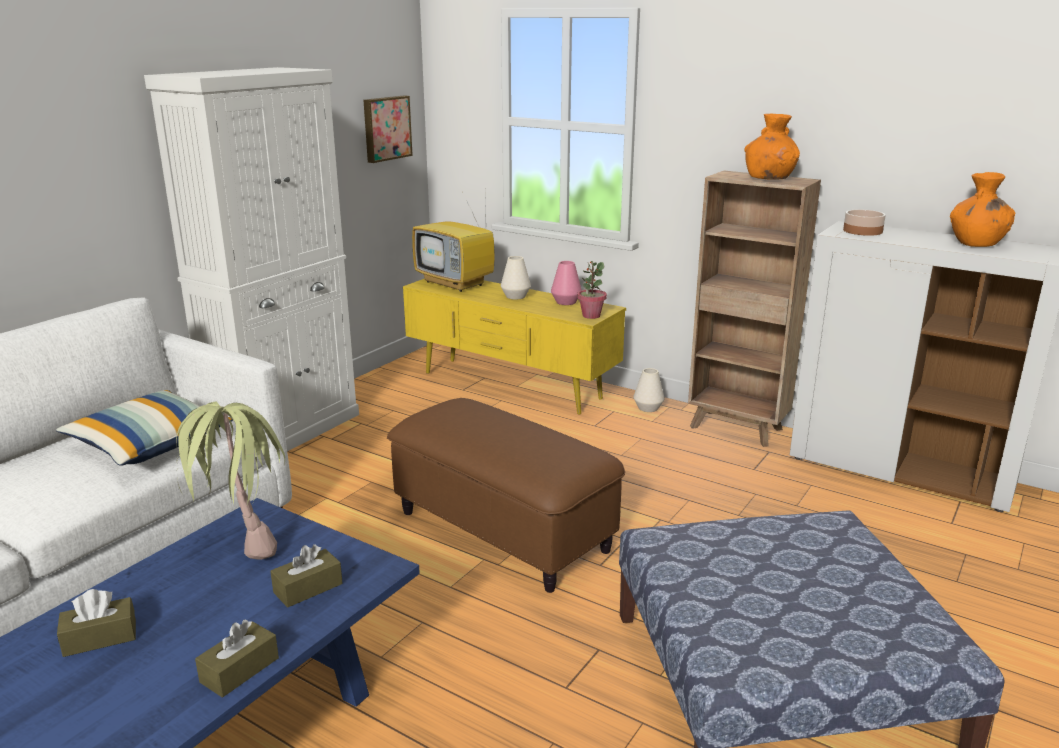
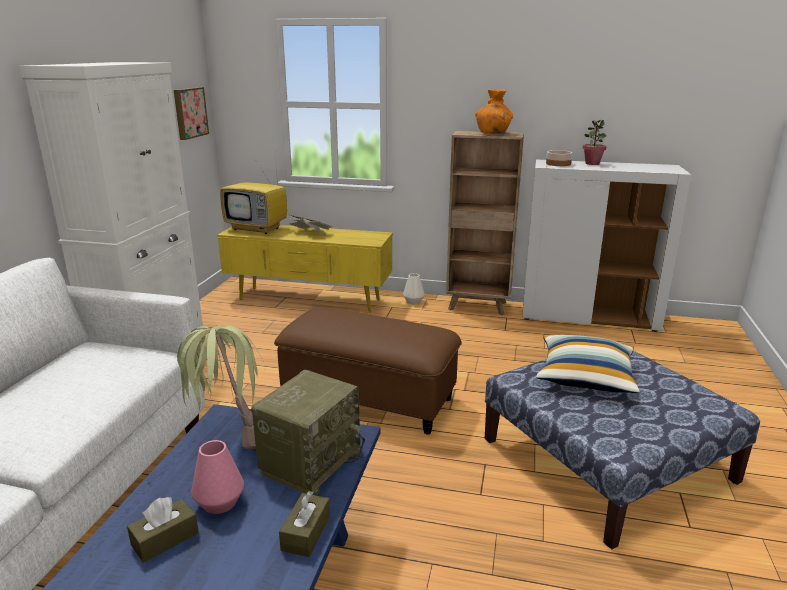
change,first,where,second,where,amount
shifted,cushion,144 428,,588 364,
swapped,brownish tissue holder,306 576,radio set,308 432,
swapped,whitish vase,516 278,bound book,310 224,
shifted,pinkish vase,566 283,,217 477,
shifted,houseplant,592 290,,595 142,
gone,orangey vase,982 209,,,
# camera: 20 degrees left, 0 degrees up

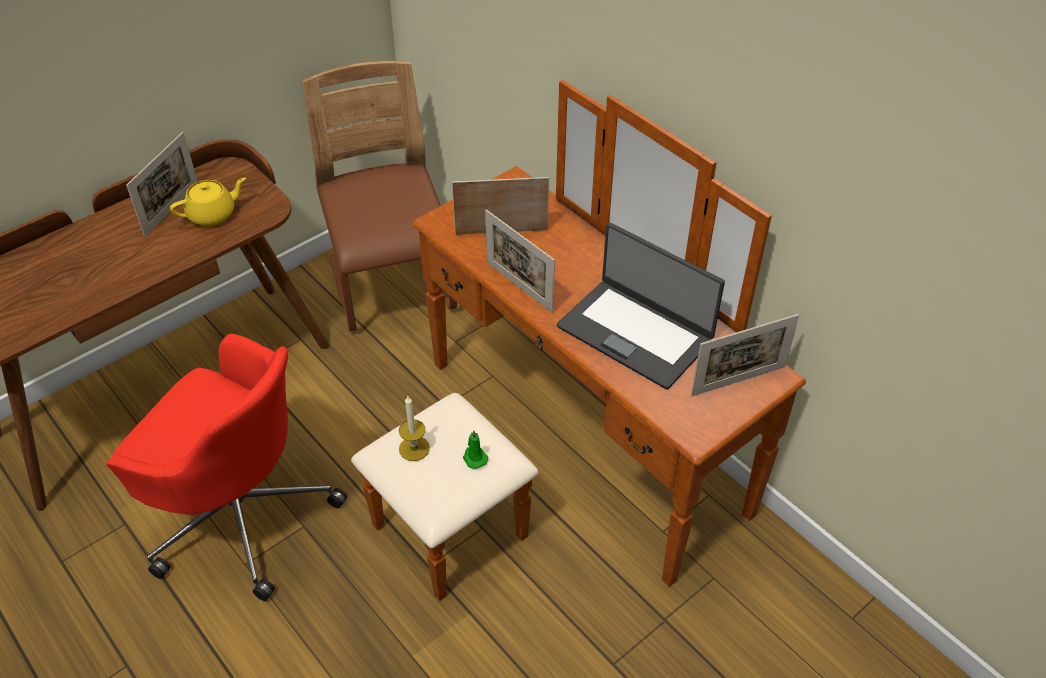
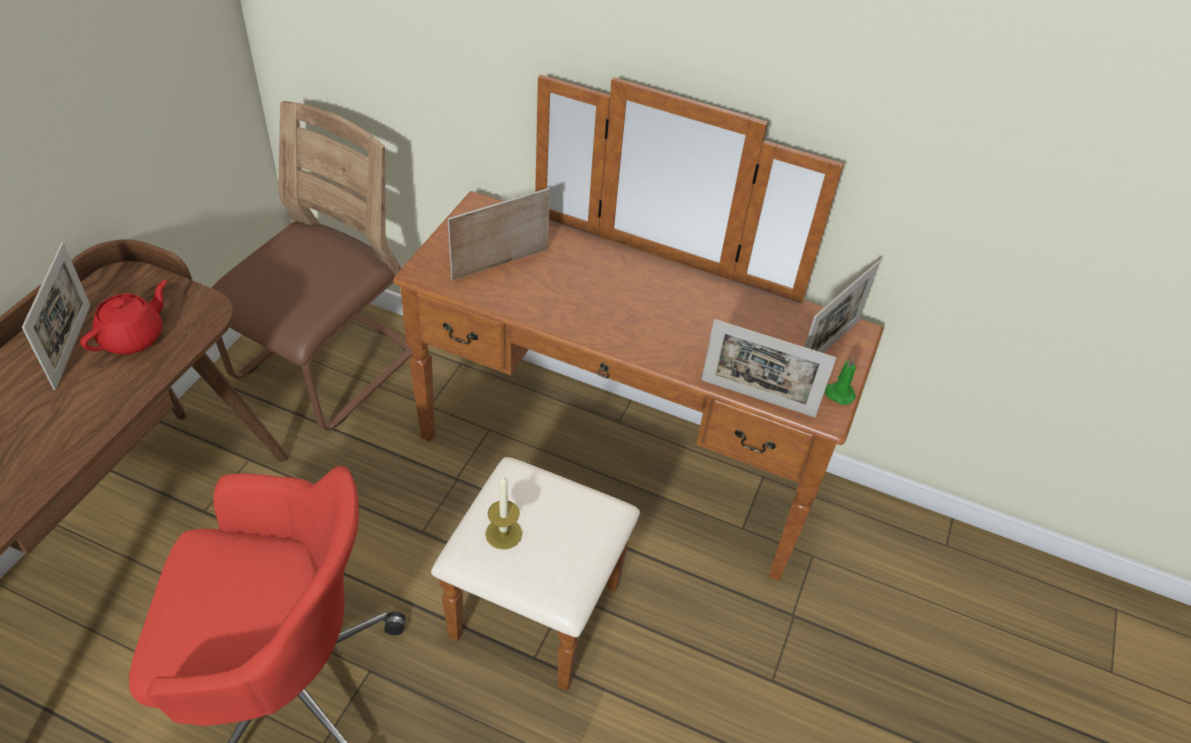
change,first,where,second,where,amount
repainted,yellow tea pot,208 202,reddish tea pot,123 317,
rotated,brownish plain chair,379 196,,312 266,75 degrees clockwise
shifted,green candle,475 449,,840 381,
shifted,picture frame,520 261,,769 368,
gone,notebook computer,641 306,,,
# camera: 30 degrees left, 0 degrees up

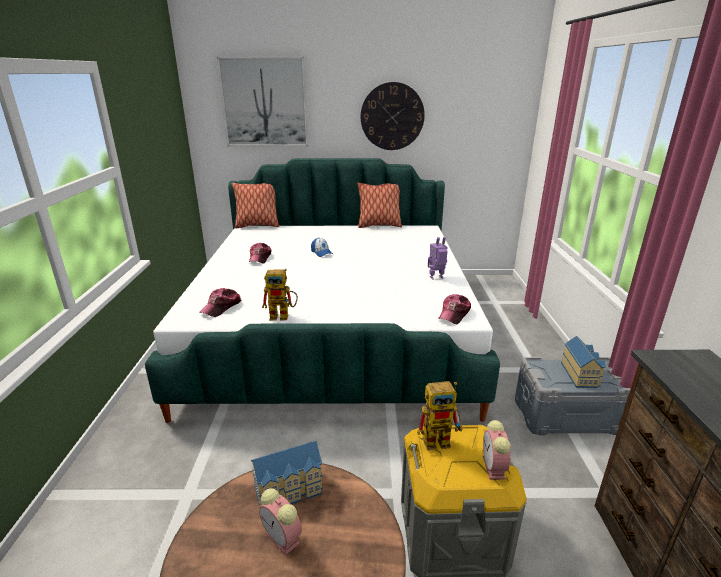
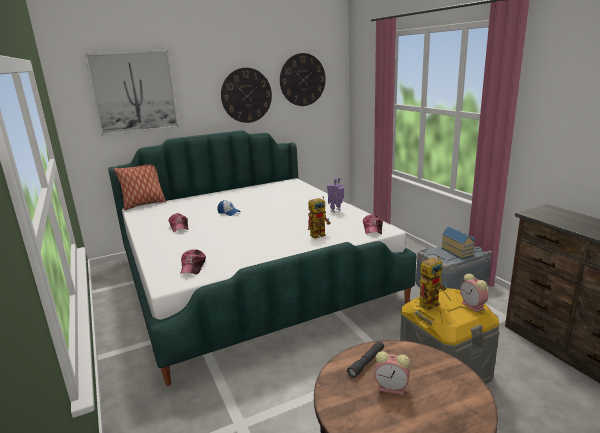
change,first,where,second,where,amount
swapped,model house,287 473,gray hand torch,365 359,
shifted,toy robot,280 295,,319 217,
gone,cushion,379 205,,,
new,,,clock on the wall,303 79,
# camera: 25 degrees left, 5 degrees down

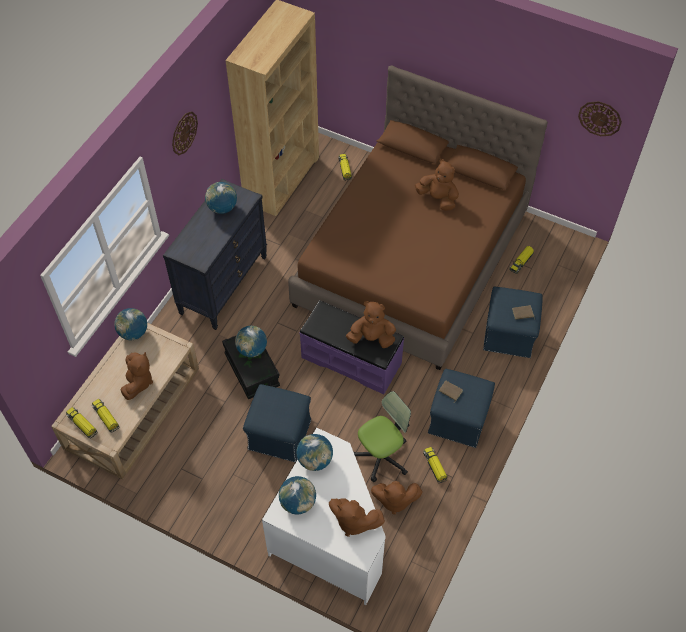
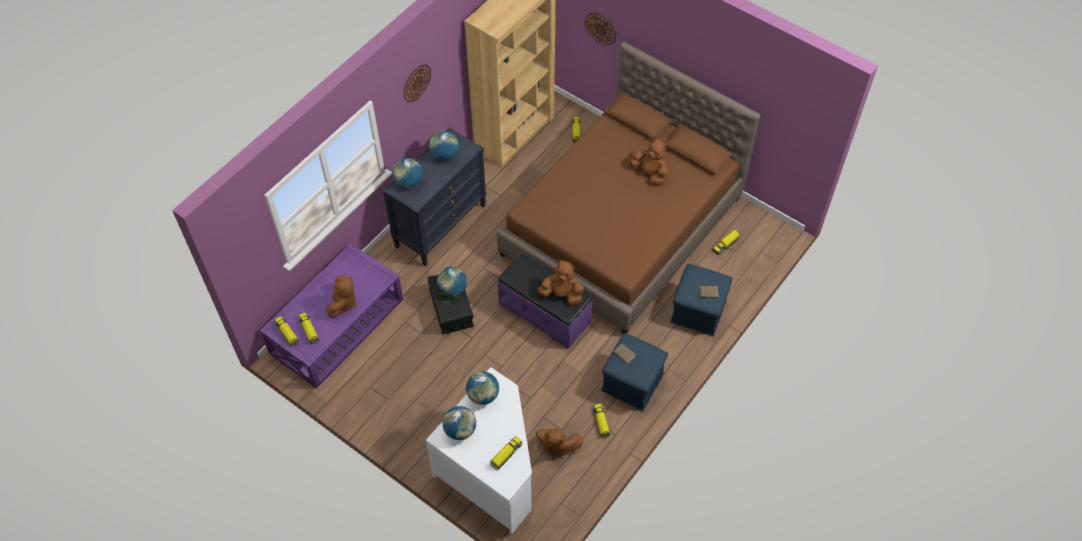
change,first,where,second,where,amount
repainted,beige-coloured coffee table,125 401,purplish coffee table,331 315,
shifted,globe,130 324,,407 173,
gone,bluish pouffe,277 423,,,
swapped,brownish cuddly toy,357 517,toy lorry,506 453,
gone,office chair,382 436,,,
shifted,clock on the wall,600 118,,600 29,
# camera: 10 degrees right, 0 degrees up

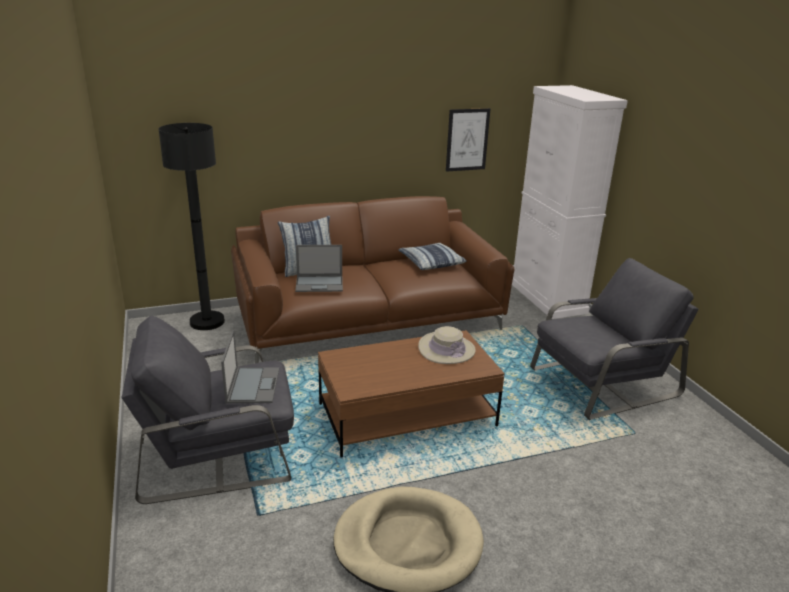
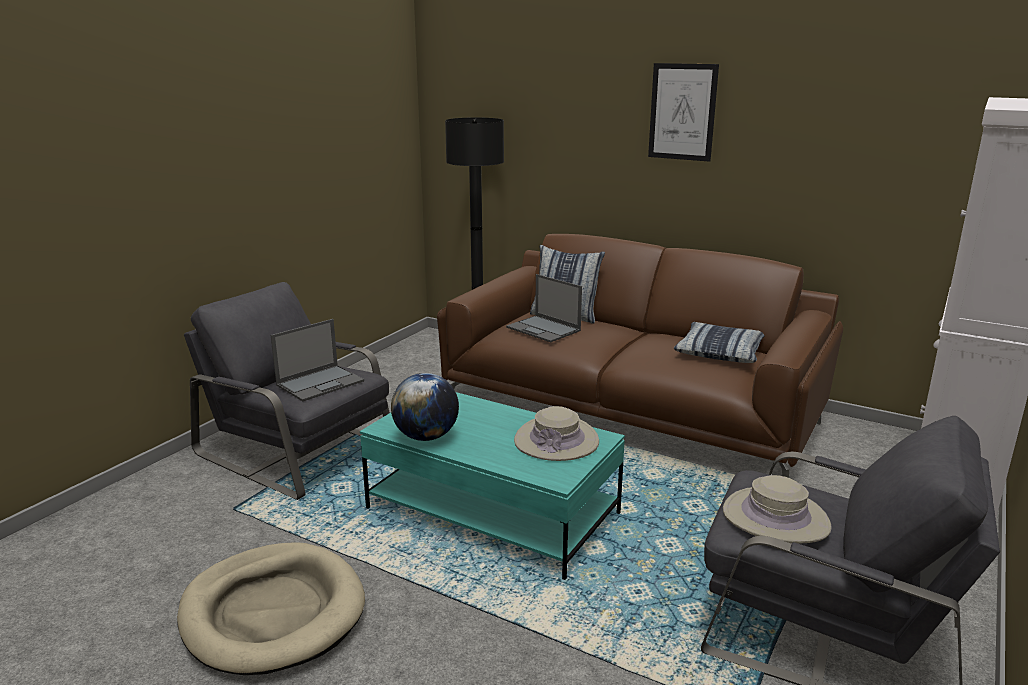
change,first,where,second,where,amount
repainted,brownish coffee table,411 393,turquoise-coloured coffee table,492 486,
shifted,wall art,468 140,,683 112,
new,,,globe,425 407,
new,,,beige-coloured wearable hat,777 509,
# camera: 50 degrees right, 5 degrees down

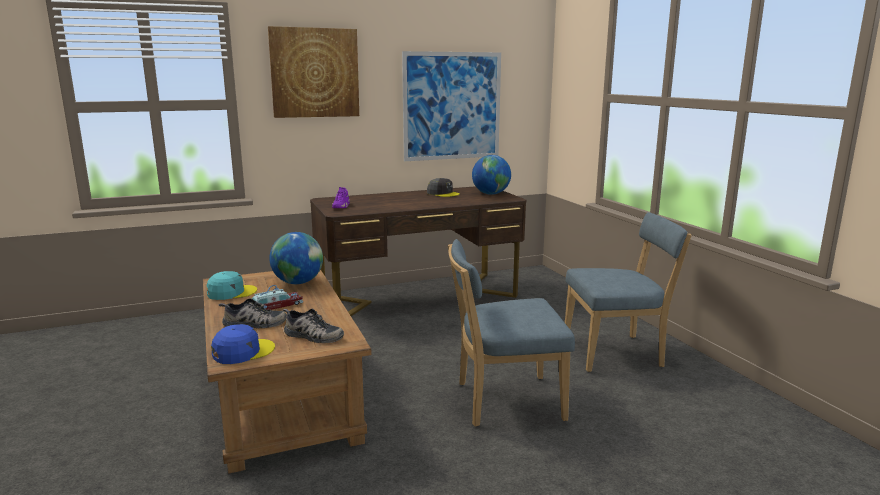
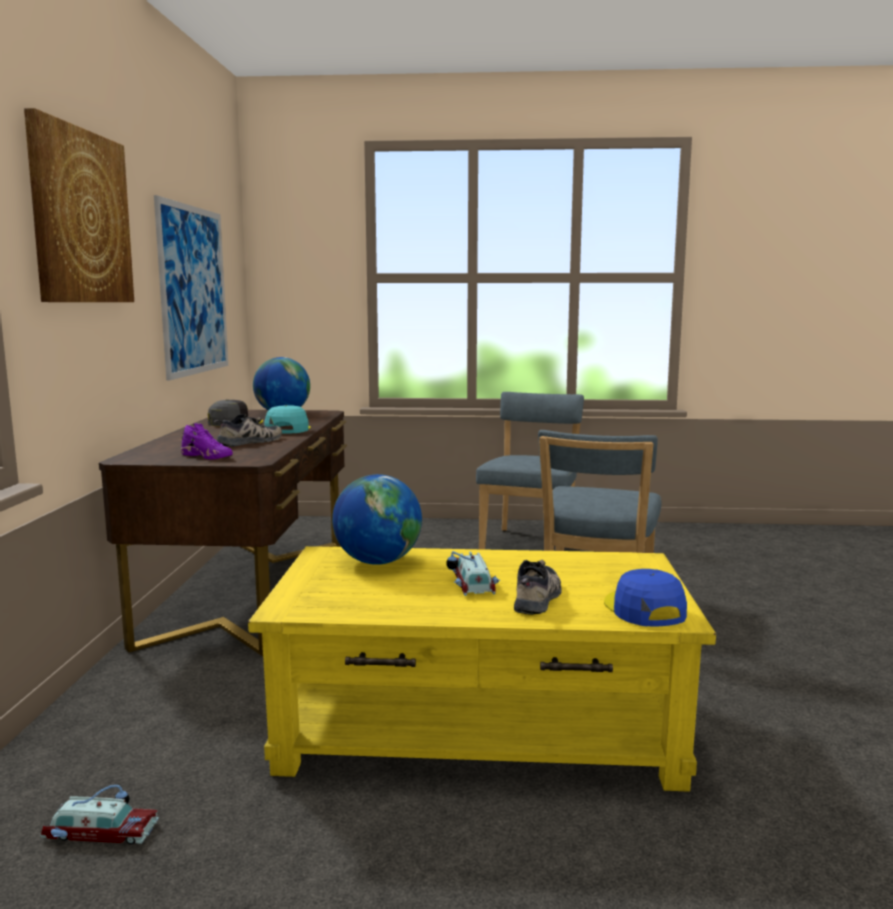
change,first,where,second,where,amount
repainted,brownish coffee table,287 372,yellow coffee table,482 669,
shifted,turquoise-coloured peaked cap,232 285,,287 419,
shifted,shoe,313 326,,248 430,
new,,,toy car,99 814,
# camera: 65 degrees left, 5 degrees down

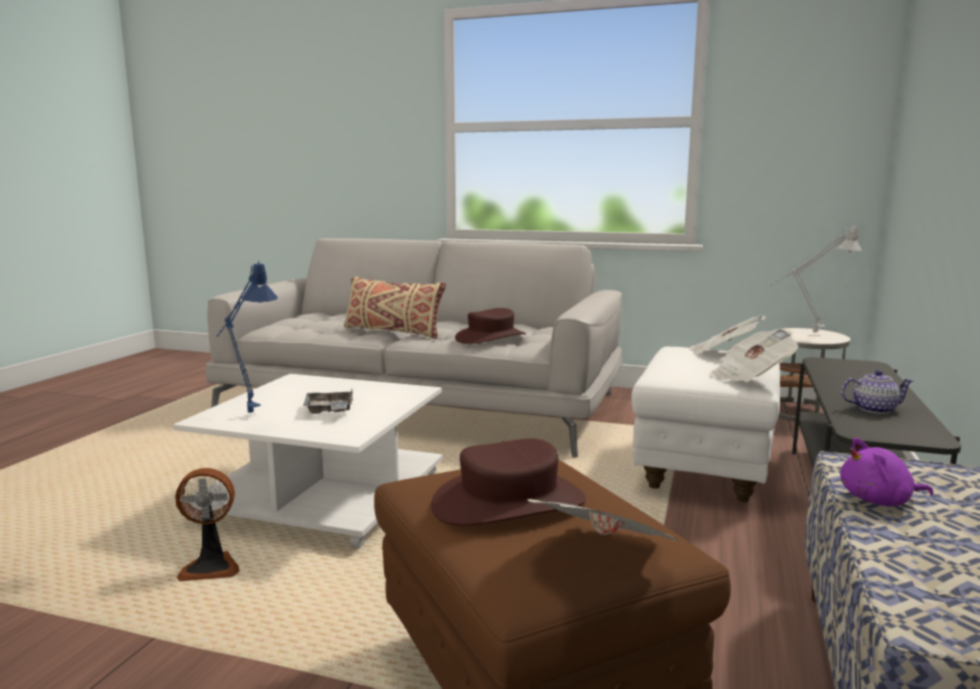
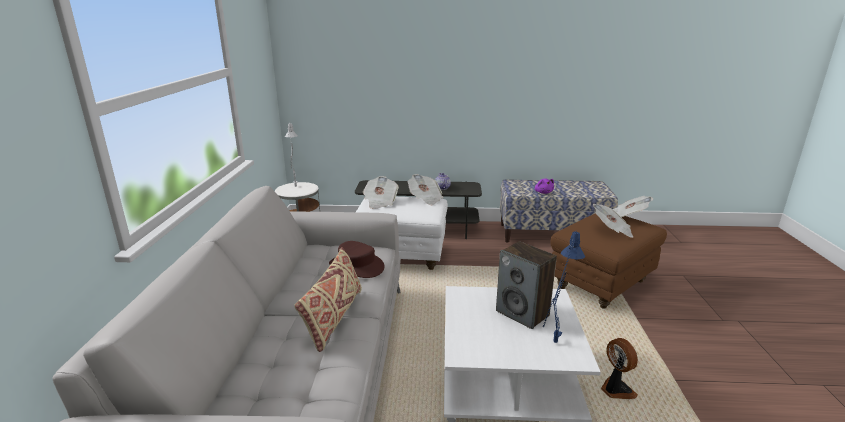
change,first,where,second,where,amount
swapped,gray tray,328 402,loudspeaker,526 285,
swapped,brownish wearable hat,508 482,daily paper,613 221,
# camera: 105 degrees left, 10 degrees up

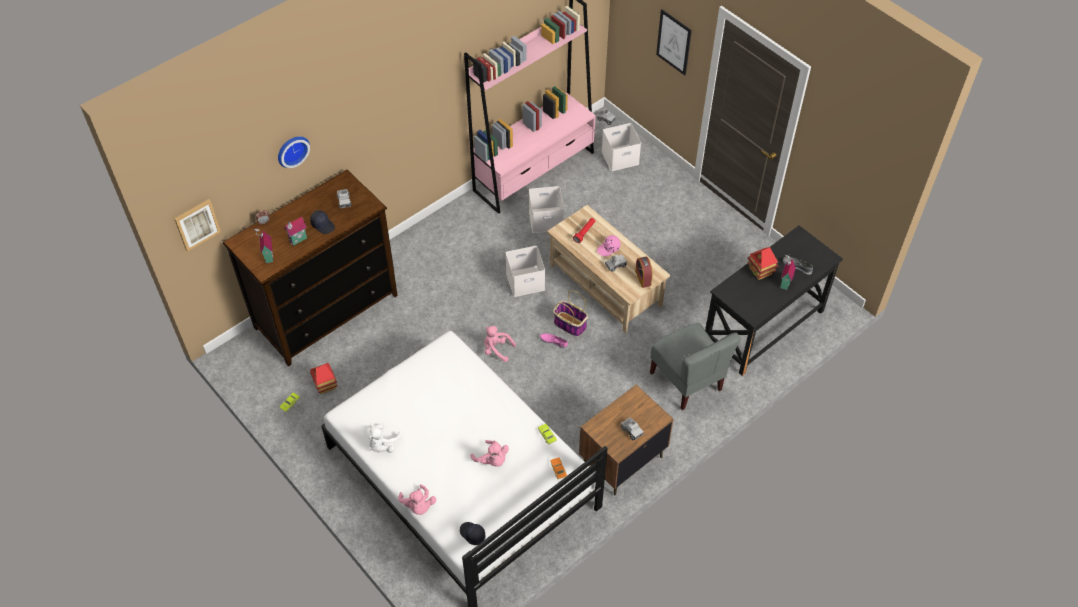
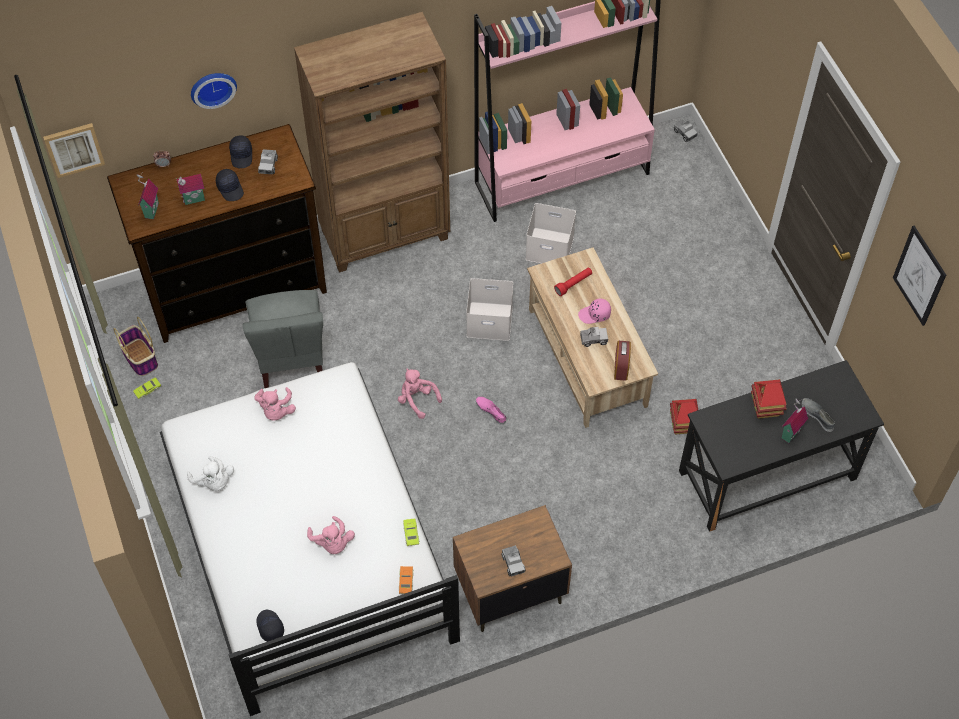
change,first,where,second,where,amount
shifted,model house,323 378,,684 416,
rotated,whitish cuddly toy,386 438,,210 473,90 degrees counterclockwise
shifted,pinkish cuddly toy,417 499,,275 404,
shifted,storage basket,570 313,,135 346,
gone,whitish storage container,621 147,,,
shifted,gray plain chair,695 366,,283 339,
shifted,wall art,674 42,,919 276,
new,,,black peaked cap,240 151,
new,,,brownish bookcase,372 142,
# camera: 20 degrees right, 5 degrees up

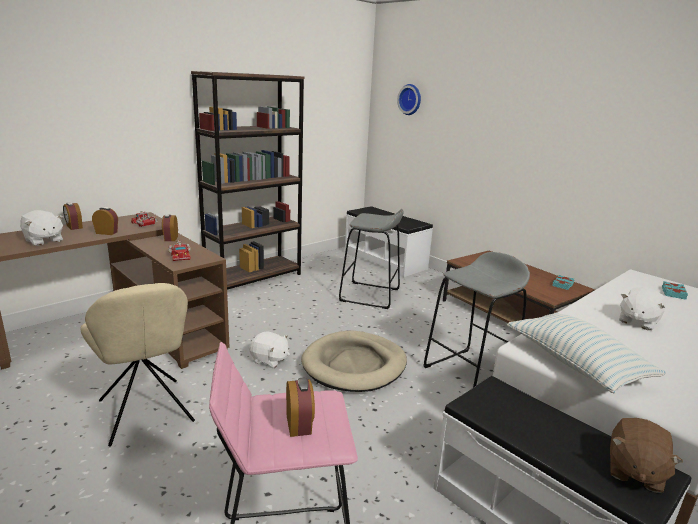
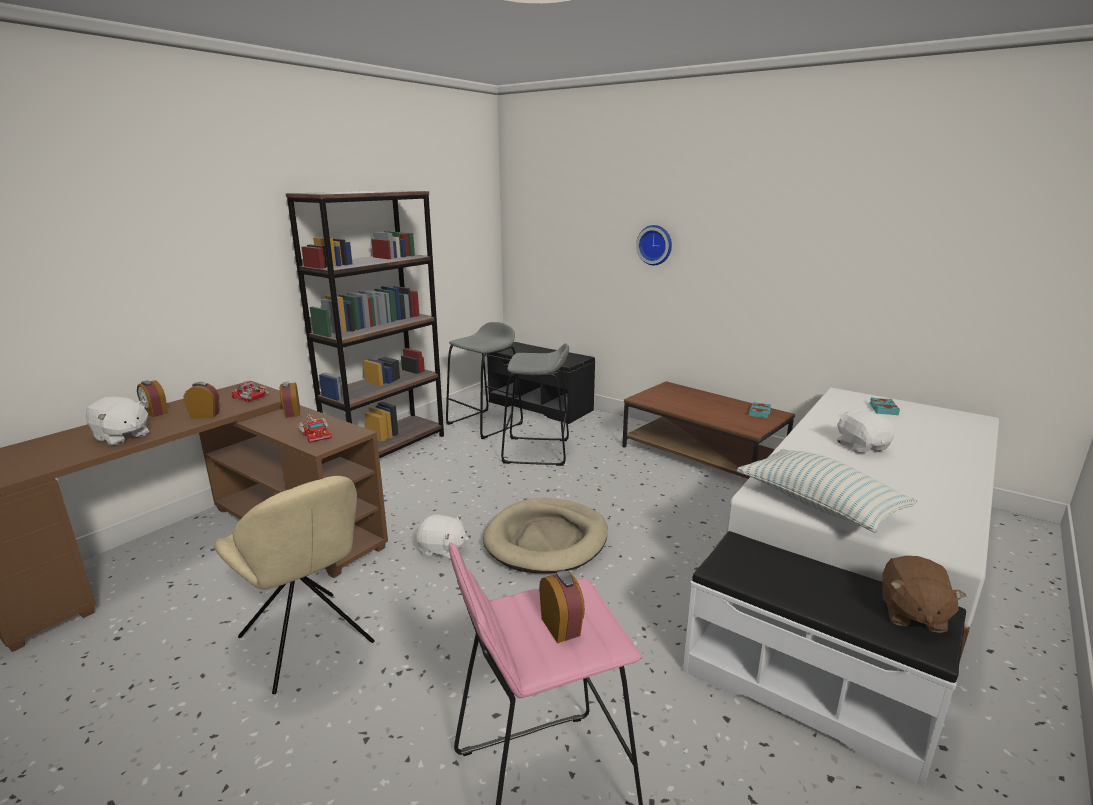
change,first,where,second,where,amount
repainted,whitish long seat,389 241,black long seat,541 383,
shifted,clock on the wall,409 99,,654 245,
shifted,gray stool,476 319,,484 380,
rotated,whitish cuddly toy,642 308,,865 431,135 degrees clockwise
# camera: 10 degrees left, 0 degrees up

